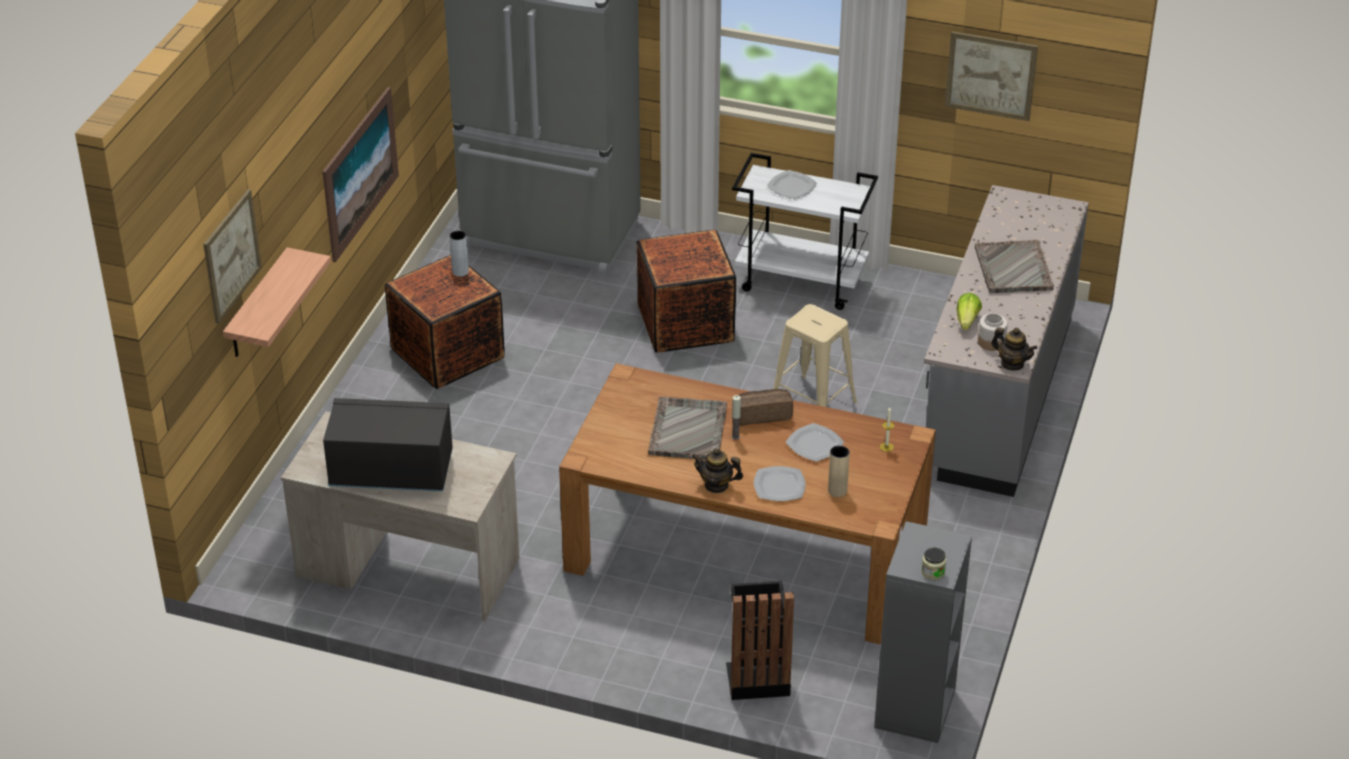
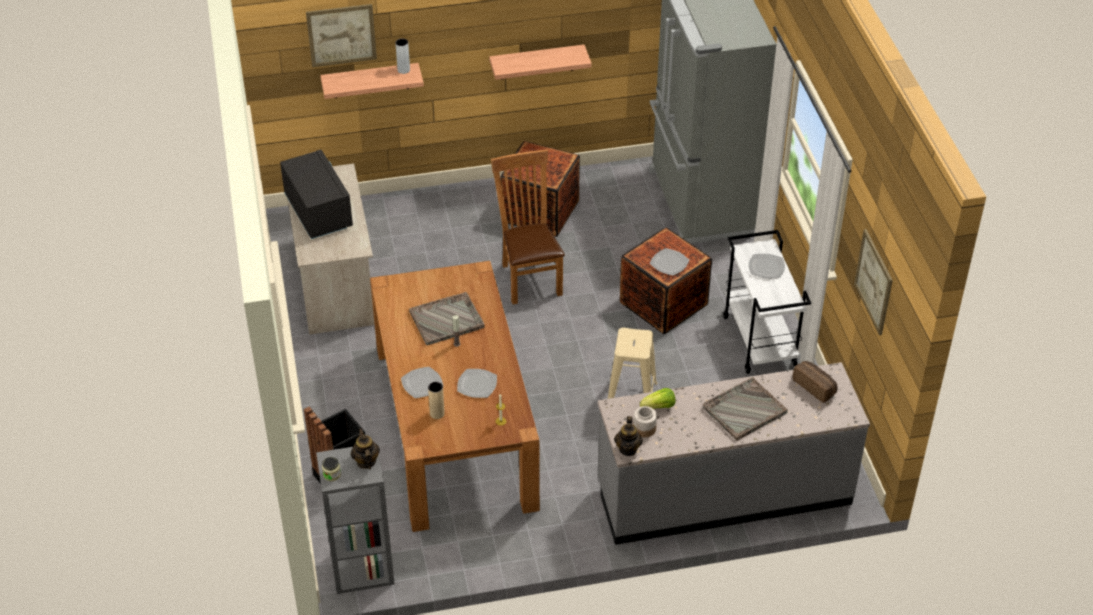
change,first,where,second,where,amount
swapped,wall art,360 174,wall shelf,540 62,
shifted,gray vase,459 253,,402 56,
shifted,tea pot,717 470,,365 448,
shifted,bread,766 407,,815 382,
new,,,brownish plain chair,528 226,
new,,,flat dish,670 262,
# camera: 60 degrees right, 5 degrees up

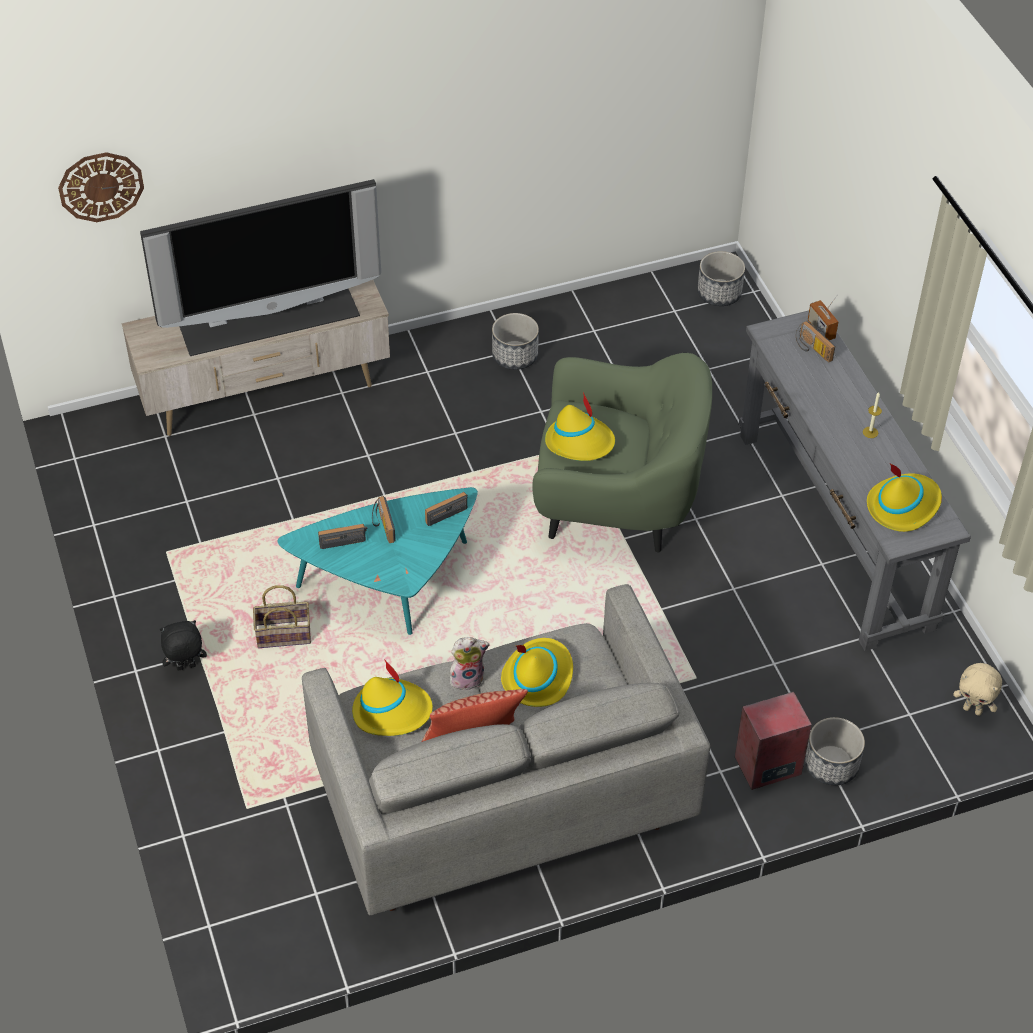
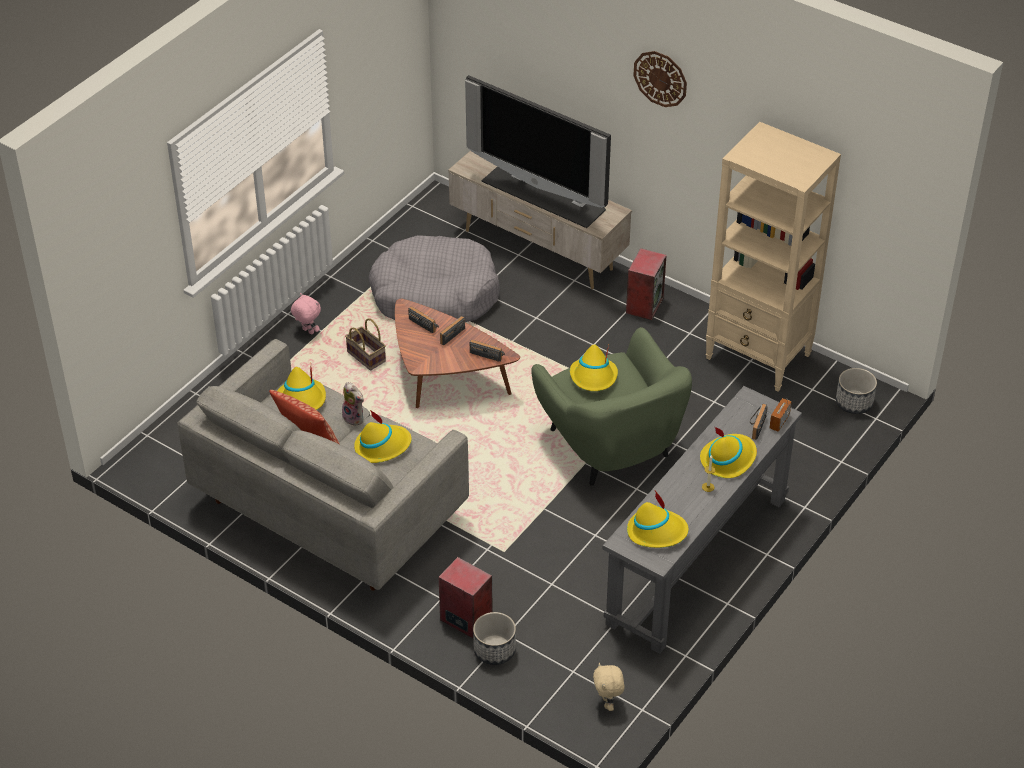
change,first,where,second,where,amount
shifted,clock on the wall,101 187,,660 79,
repainted,black cuddly toy,183 645,pinkish cuddly toy,306 314,
repainted,turquoise-coloured coffee table,377 561,brownish coffee table,457 353,
gone,planter,515 341,,,
new,,,gray pet bed,434 278,
new,,,loudspeaker,646 284,
new,,,yellow wearable hat,728 452,
new,,,beige-coloured bookcase,773 257,
# camera: 55 degrees right, 5 degrees down

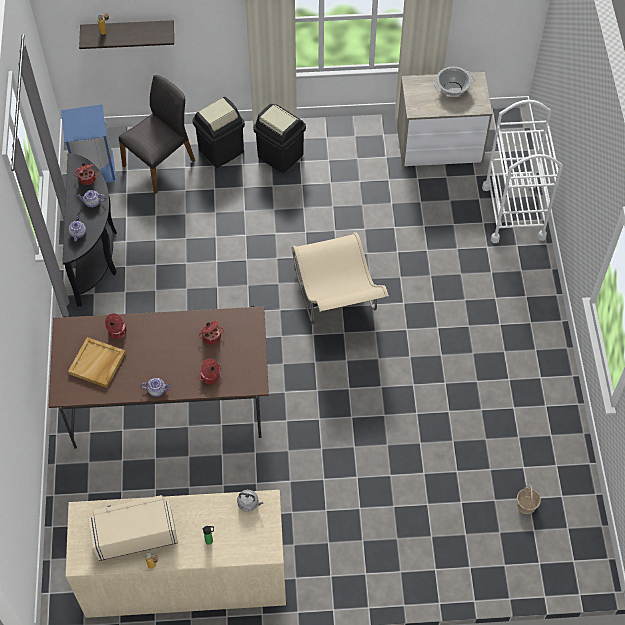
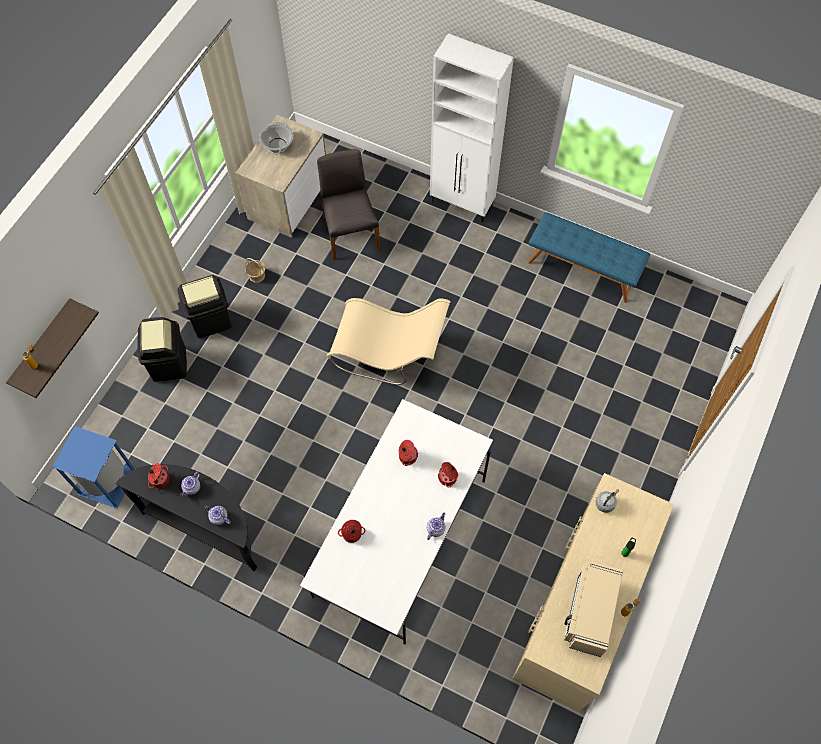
change,first,where,second,where,amount
repainted,brownish dining table,159 377,whitish dining table,396 521,
gone,beige-coloured tray,97 362,,,
shifted,gray plain chair,157 134,,348 204,
gone,whitish trolley,522 171,,,
shifted,storage basket,529 499,,255 270,
new,,,whitish cupboard,472 128,
new,,,bluish long seat,589 257,
# camera: 60 degrees left, 5 degrees up

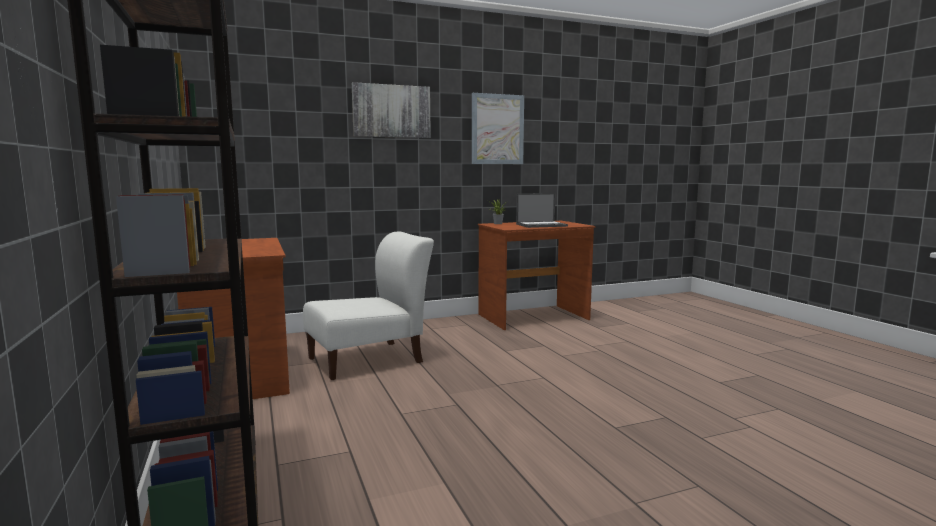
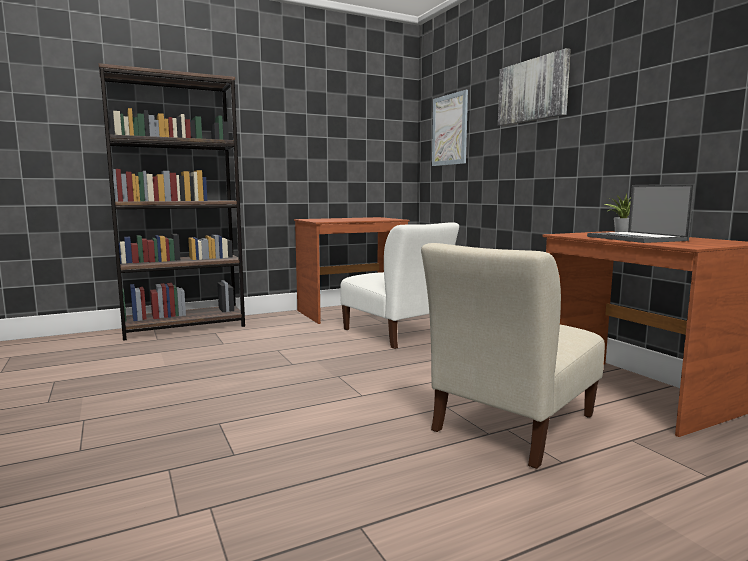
change,first,where,second,where,amount
shifted,wall art,498 128,,450 128,
new,,,beige-coloured plain chair,513 356,
# camera: 85 degrees right, 0 degrees up

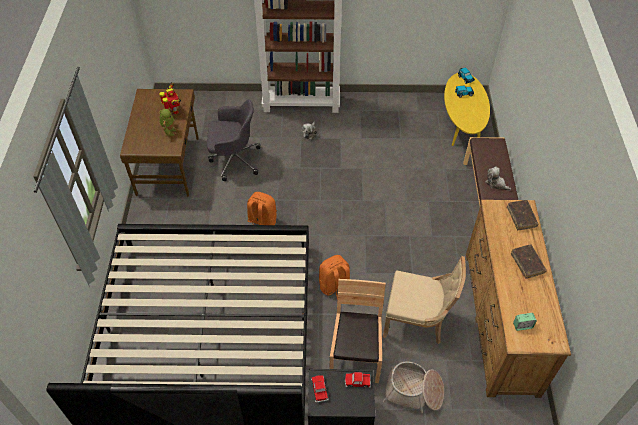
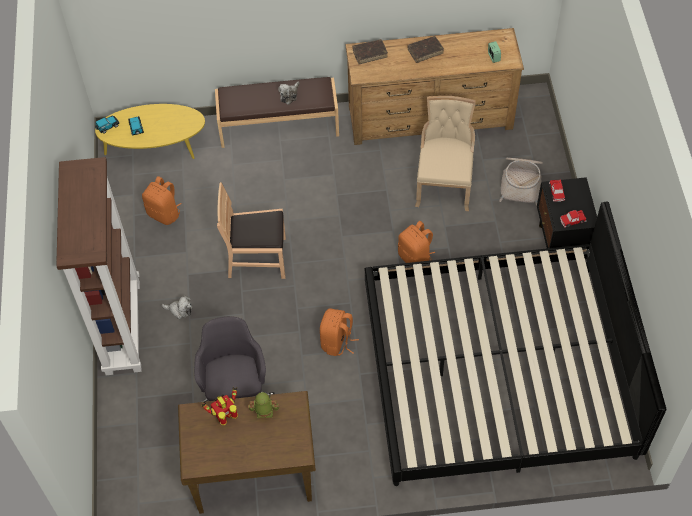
change,first,where,second,where,amount
shifted,brownish plain chair,357 331,,251 230,
new,,,orangey rucksack,162 200,
# camera: 95 degrees left, 5 degrees up

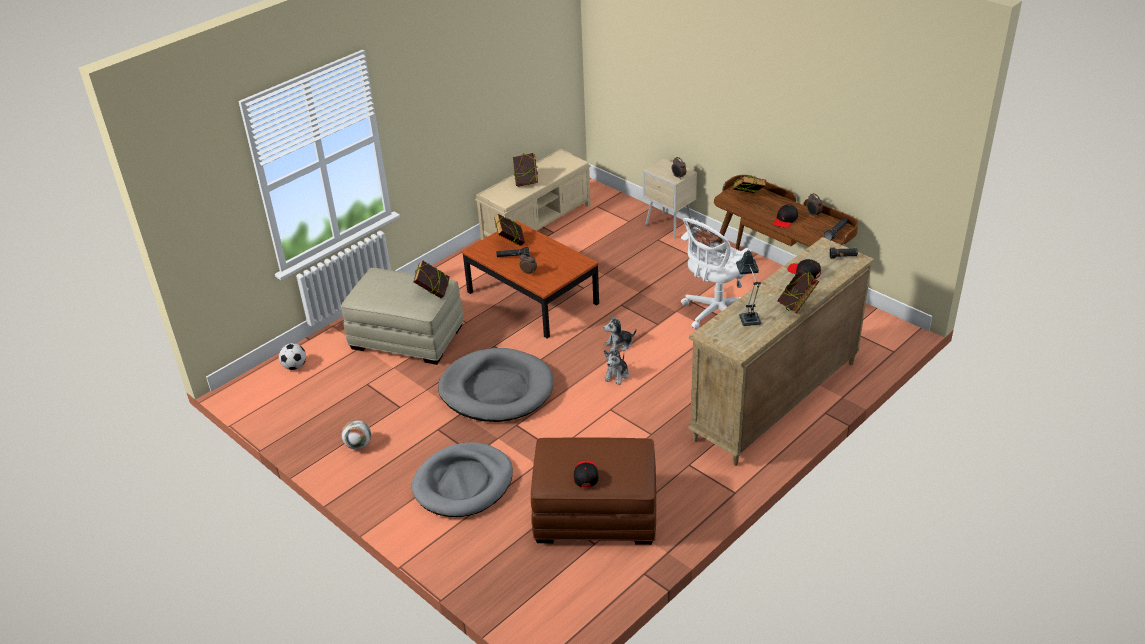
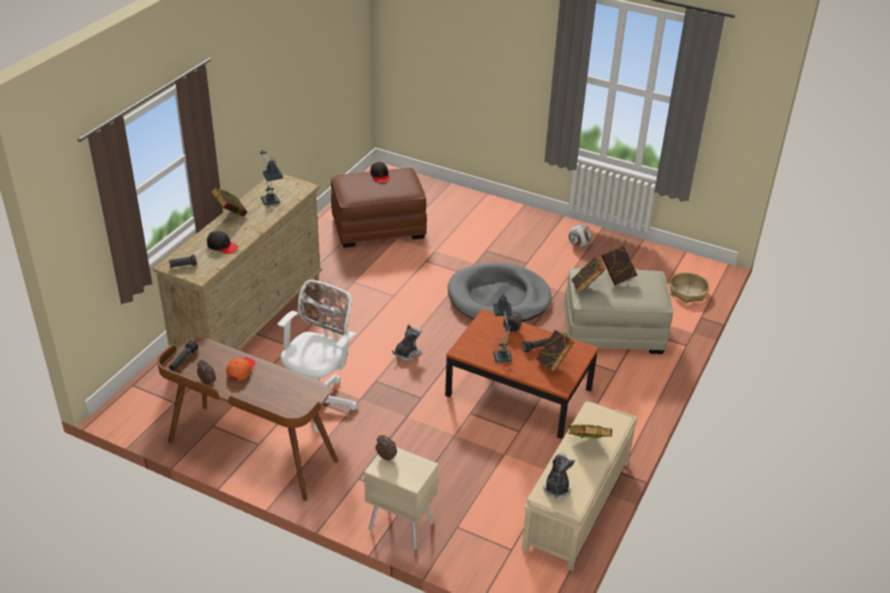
change,first,where,second,where,amount
swapped,football ball,292 356,storage basket,690 288,
gone,gray pet bed,462 479,,,
shifted,cuddly toy,616 367,,559 475,
shifted,bound book,749 184,,619 265,
repainted,black peaked cap,786 216,orangey peaked cap,240 369,
new,,,tabletop lamp,502 328,
# camera: 160 degrees right, 0 degrees up

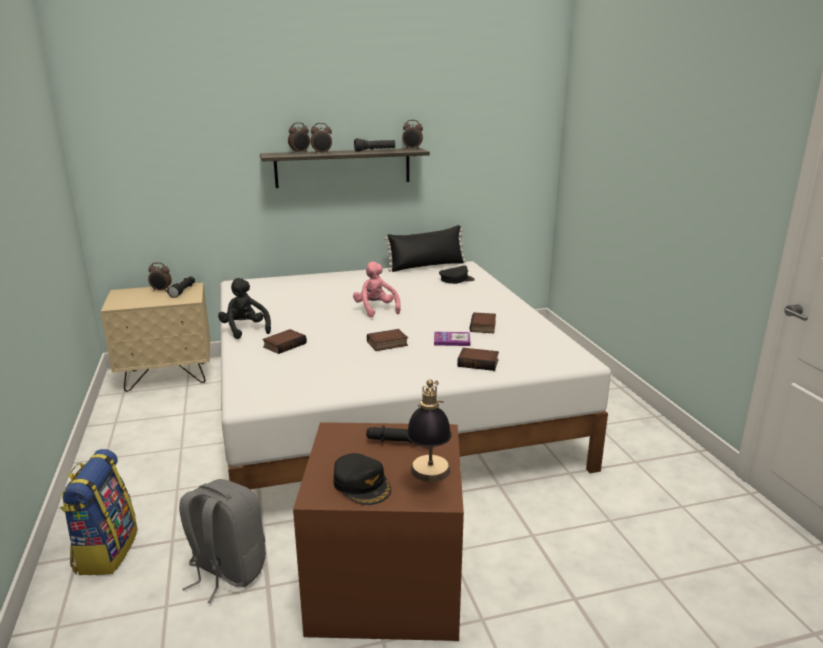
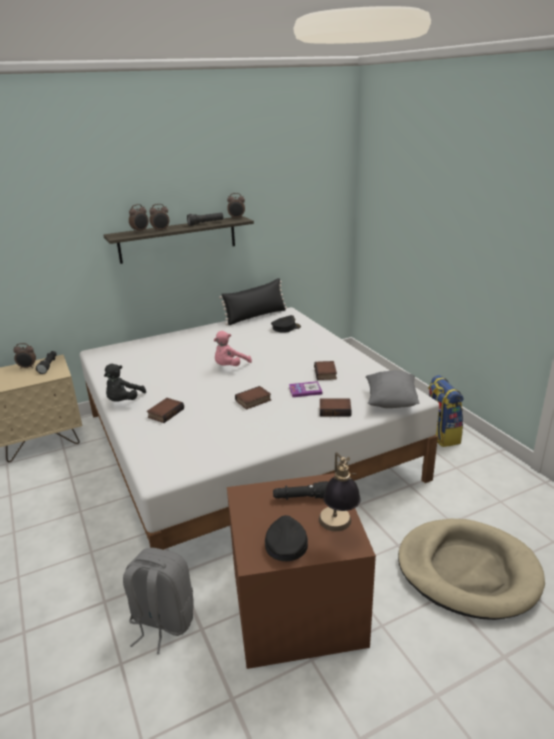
change,first,where,second,where,amount
shifted,rucksack,99 512,,446 411,
rotated,black cuddly toy,244 308,,125 383,120 degrees counterclockwise
rotated,black peaked cap,362 479,,286 538,135 degrees counterclockwise
rotated,pinkish cuddly toy,377 289,,233 348,105 degrees counterclockwise
new,,,gray cushion,392 389,
new,,,beige-coloured pet bed,471 569,
# camera: 10 degrees left, 5 degrees up

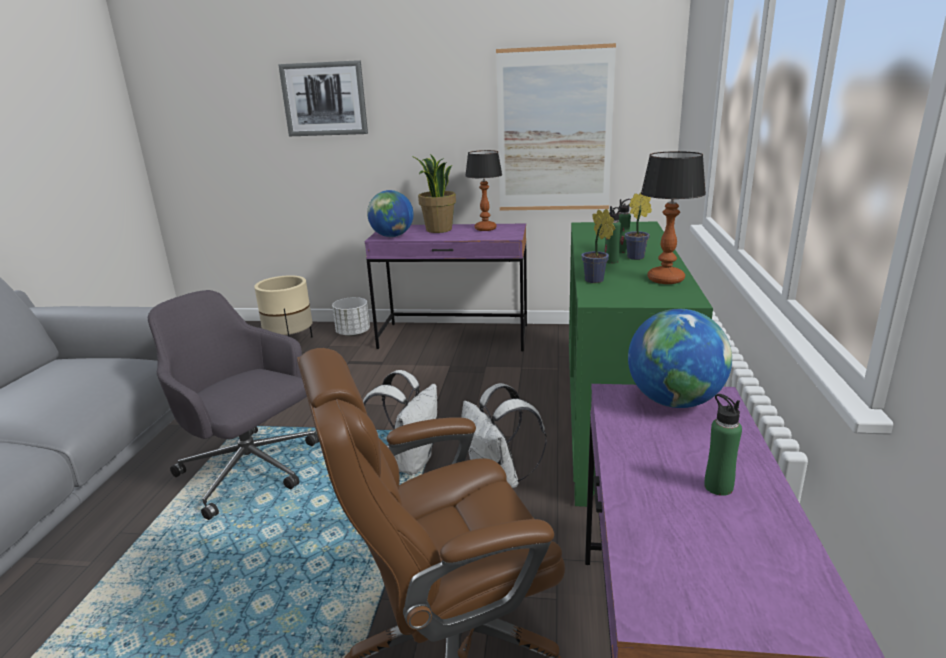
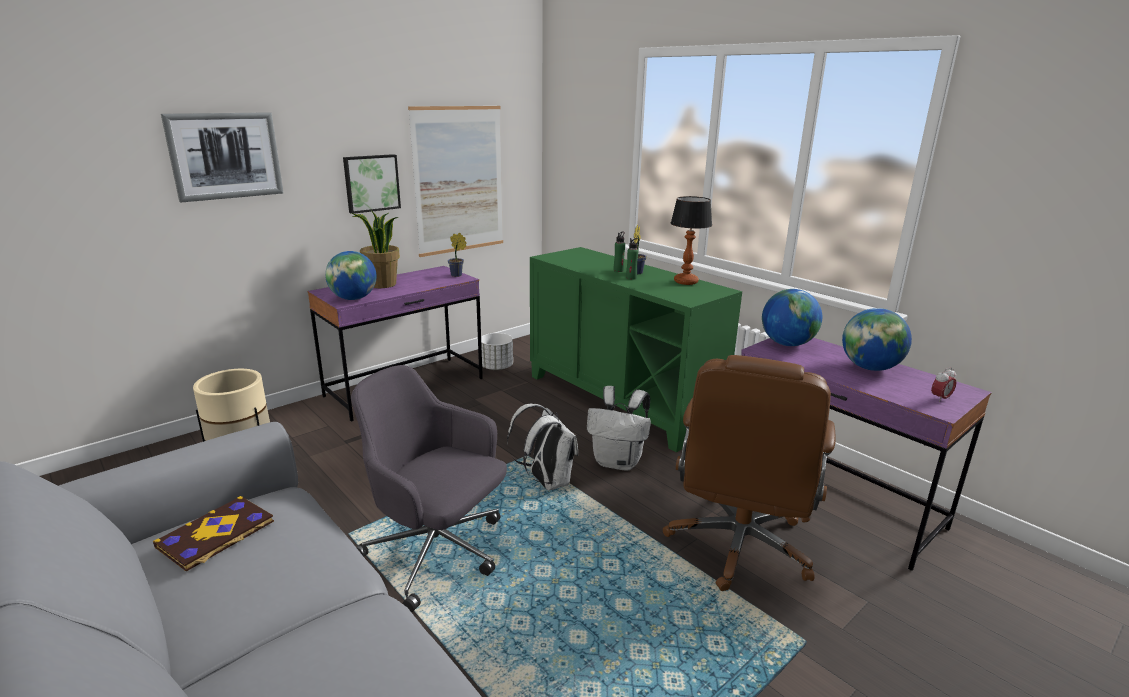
change,first,where,second,where,amount
rotated,gray office chair,233 405,,429 489,45 degrees clockwise
shifted,whitish planter,351 316,,497 352,
gone,tabletop lamp,483 190,,,
shifted,houseplant,598 246,,457 255,
swapped,green bottle,723 445,globe,877 339,
new,,,bound book,213 534,
new,,,wall art,372 184,
new,,,bedside clock,943 384,
# camera: 50 degrees left, 0 degrees up

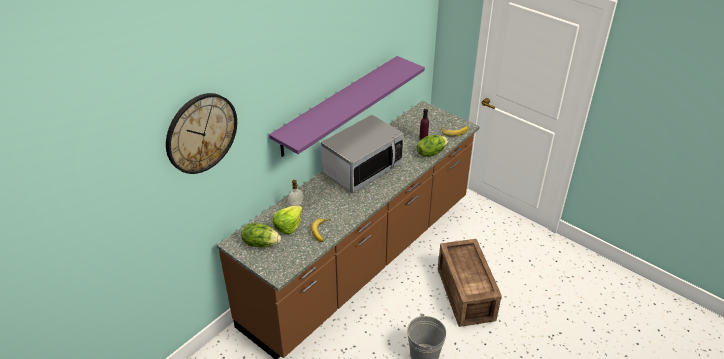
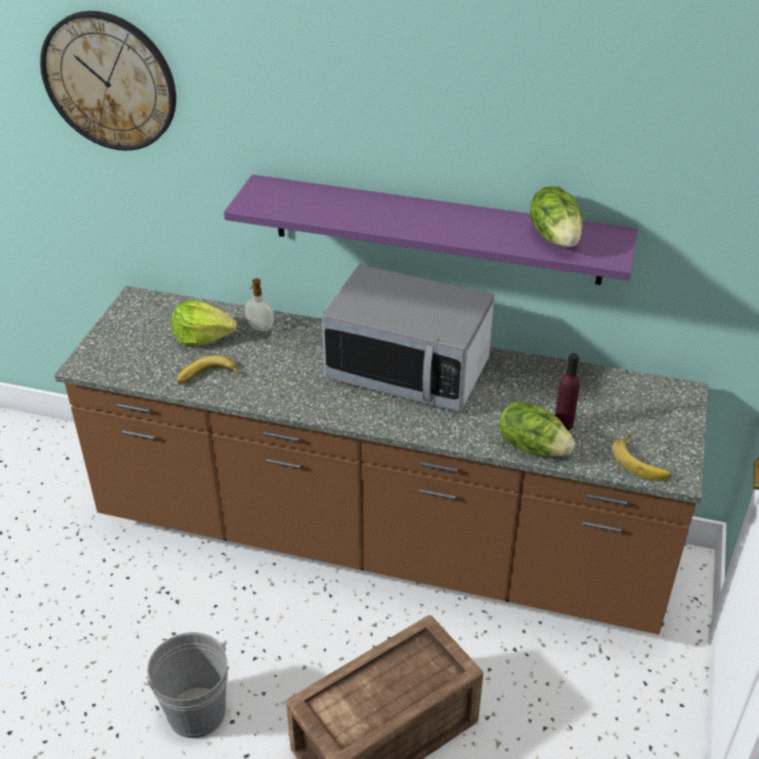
change,first,where,second,where,amount
shifted,lettuce,261 235,,556 216,
# camera: 65 degrees right, 0 degrees up

